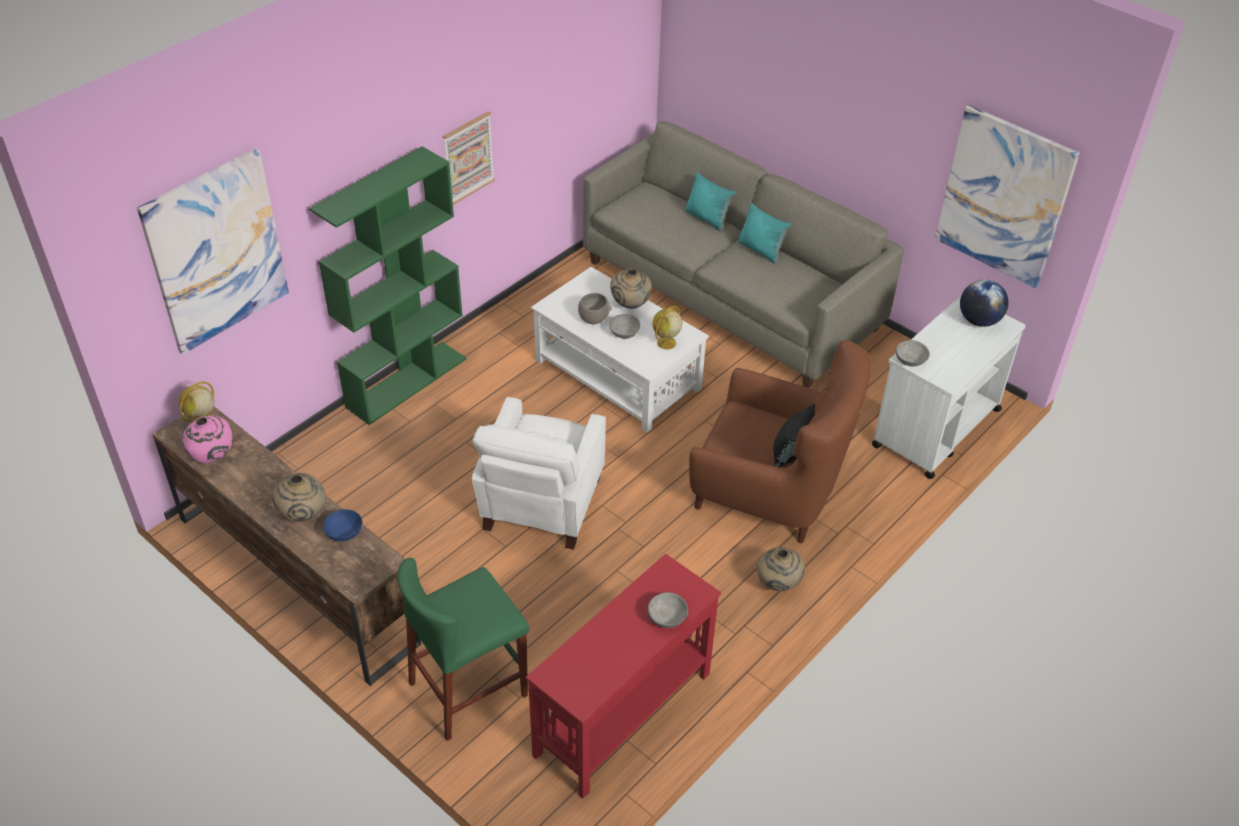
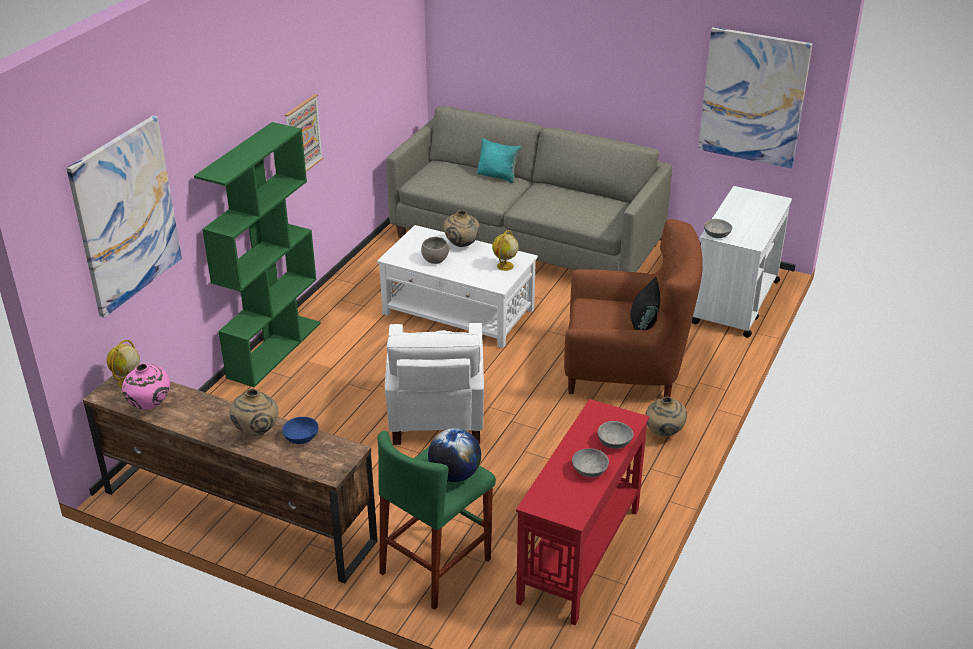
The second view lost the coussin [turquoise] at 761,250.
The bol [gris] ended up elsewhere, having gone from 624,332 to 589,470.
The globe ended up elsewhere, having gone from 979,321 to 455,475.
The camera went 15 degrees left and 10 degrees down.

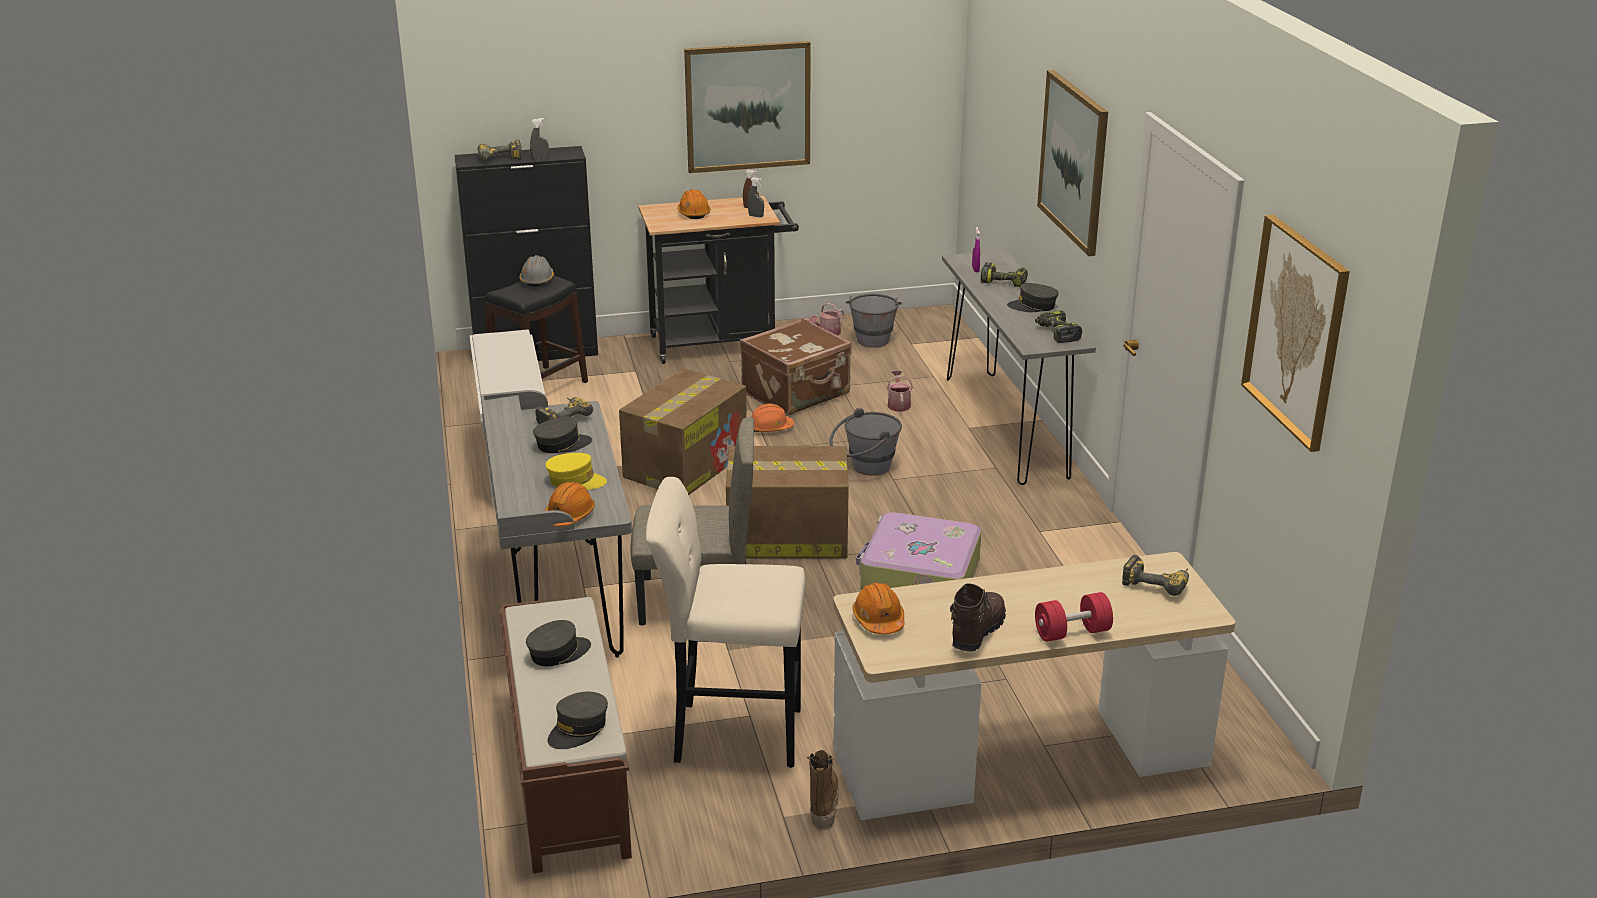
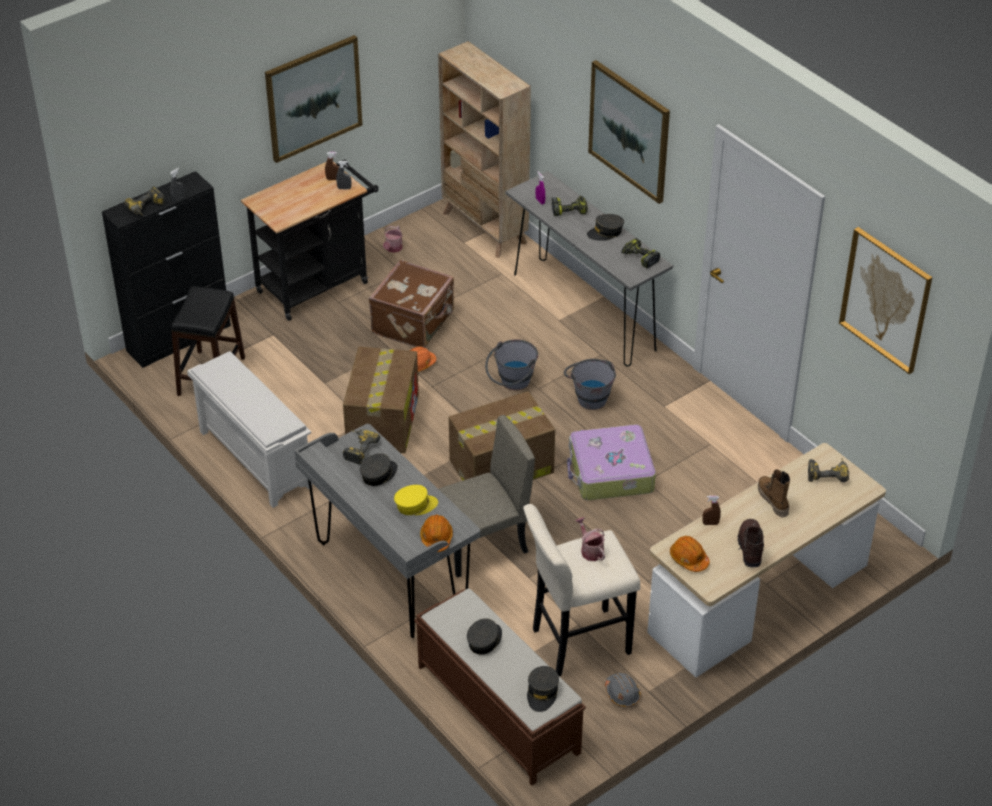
The second view lost the casque de chantier [orange] at 693,213.
The second view lost the haltère [rouge] at 1072,632.
The second view gained the bibliothèque [beige] at 484,228.
The second view gained the vaporisateur [marron] at 710,523.
The casque de chantier [gris] ended up elsewhere, having gone from 537,280 to 622,694.
The botte ended up elsewhere, having gone from 822,804 to 772,500.
The seau [gris] ended up elsewhere, having gone from 872,337 to 589,396.
The arrosoir ended up elsewhere, having gone from 898,404 to 590,550.
The camera went 25 degrees left and 15 degrees up.

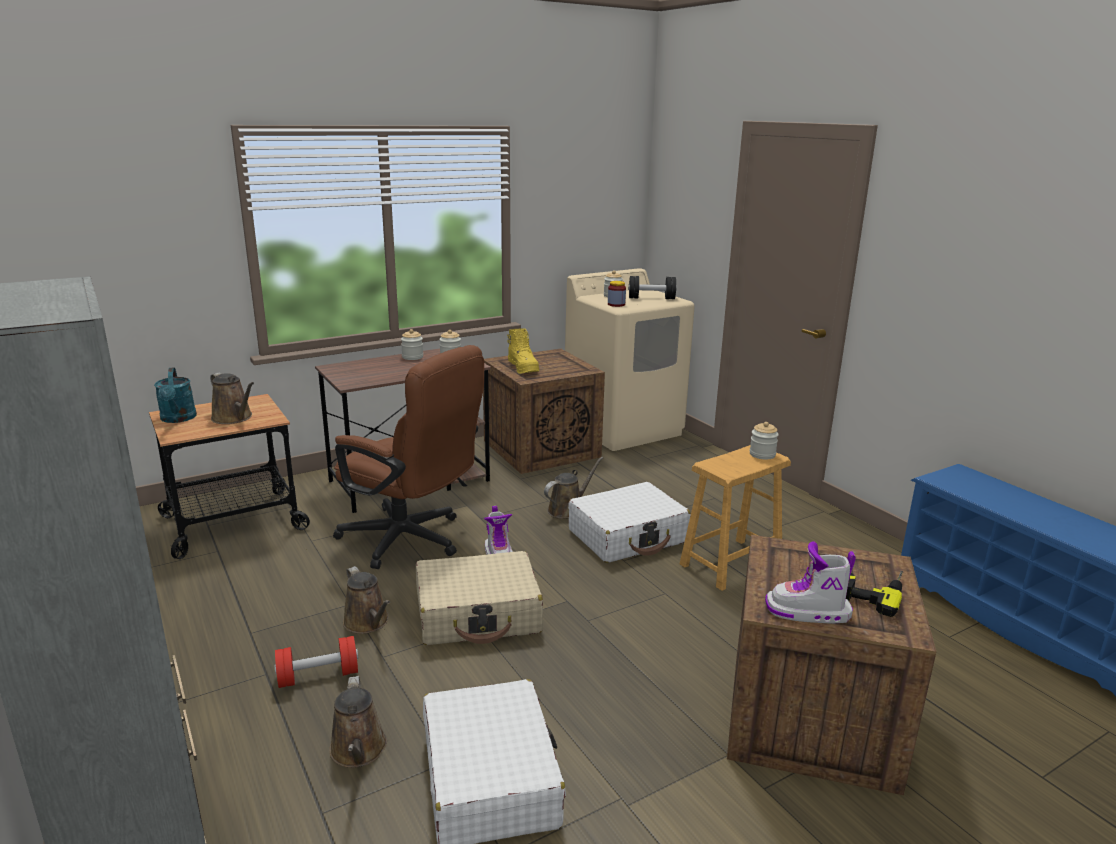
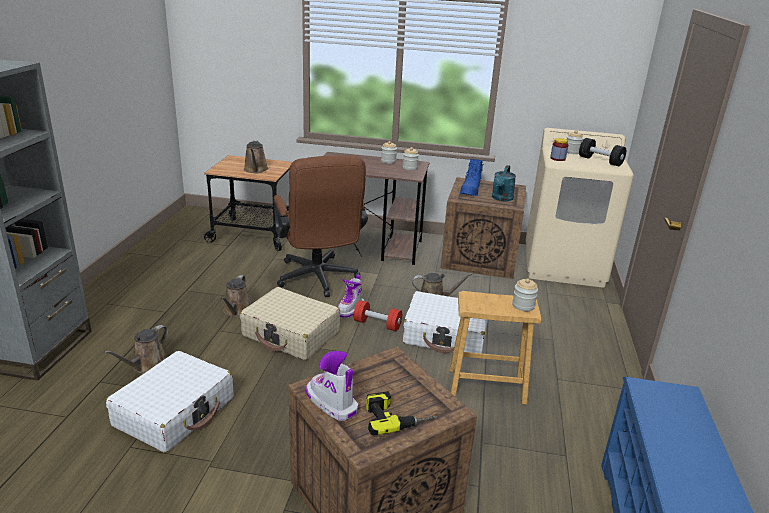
The arrosoir [turquoise] ended up elsewhere, having gone from 178,419 to 501,199.
The haltère [rouge] ended up elsewhere, having gone from 318,676 to 377,324.
What was the botte [jaune] at 523,368 turned into the botte [bleu] at 470,191.
The camera went 40 degrees right and 5 degrees up.

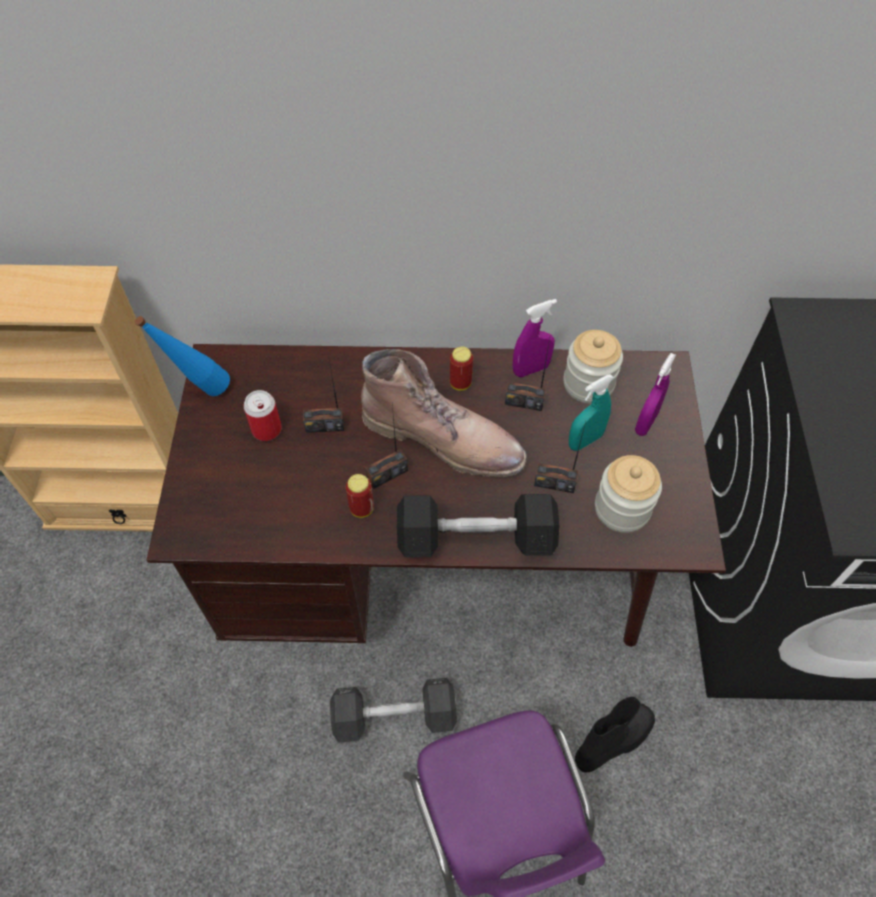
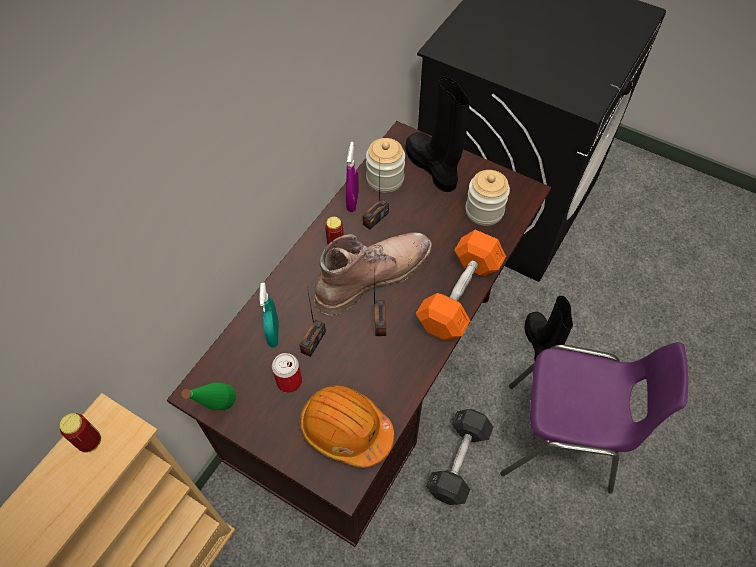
The second view lost the radio at 554,483.
The second view gained the casque de chantier [orange] at 346,429.
The boîte métallique ended up elsewhere, having gone from 362,508 to 90,441.
The vaporisateur [turquoise] ended up elsewhere, having gone from 585,440 to 273,334.
Where the vaporisateur [violet] stood at 646,423, the botte [noir] came to stand at 433,167.
What was the bouteille [bleu] at 200,391 turned into the bouteille [vert] at 219,413.
What was the haltère [noir] at 475,538 turned into the haltère [orange] at 459,295.
The camera went 60 degrees left and 0 degrees up.

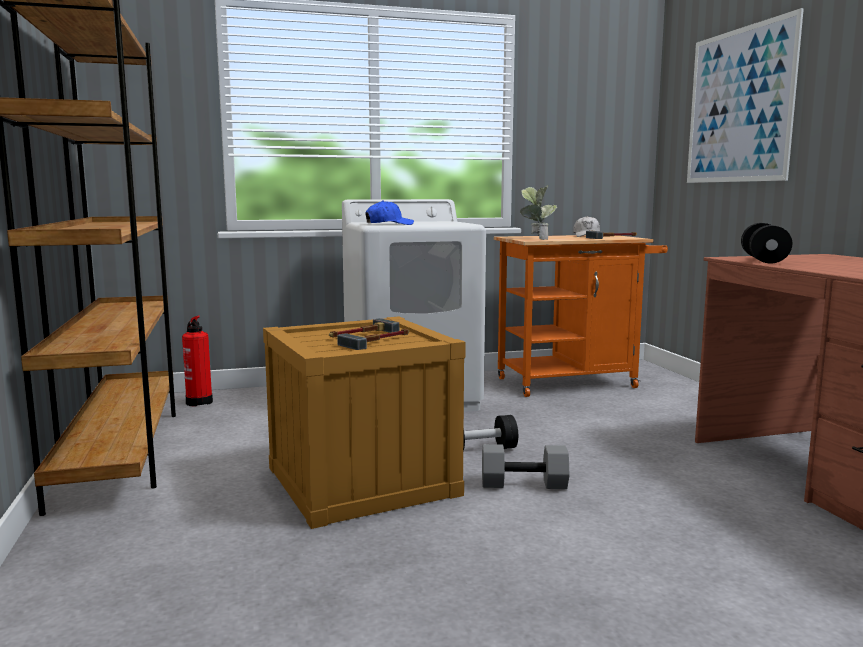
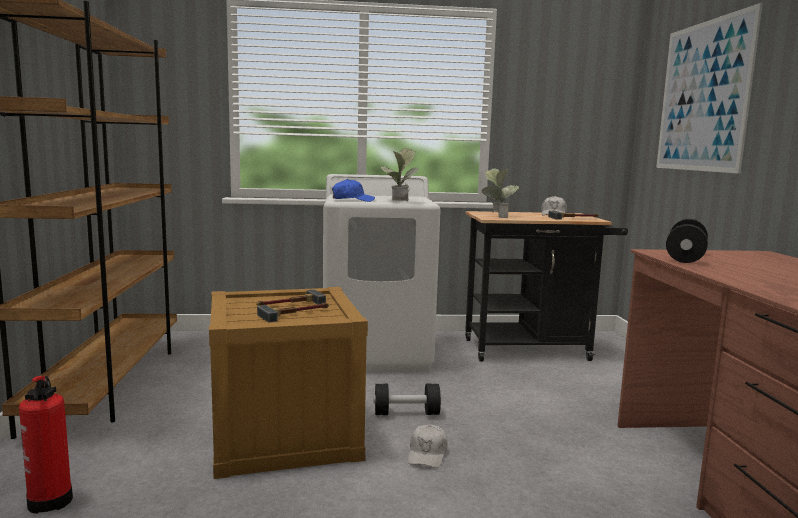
The second view gained the plante en pot at 398,201.
The extincteur ended up elsewhere, having gone from 199,401 to 51,499.
Where the haltère [gris] stood at 524,483, the casquette [blanc] came to stand at 427,454.
What was the chariot [orange] at 574,382 turned into the chariot [noir] at 534,349.
The camera went 10 degrees right and 0 degrees up.

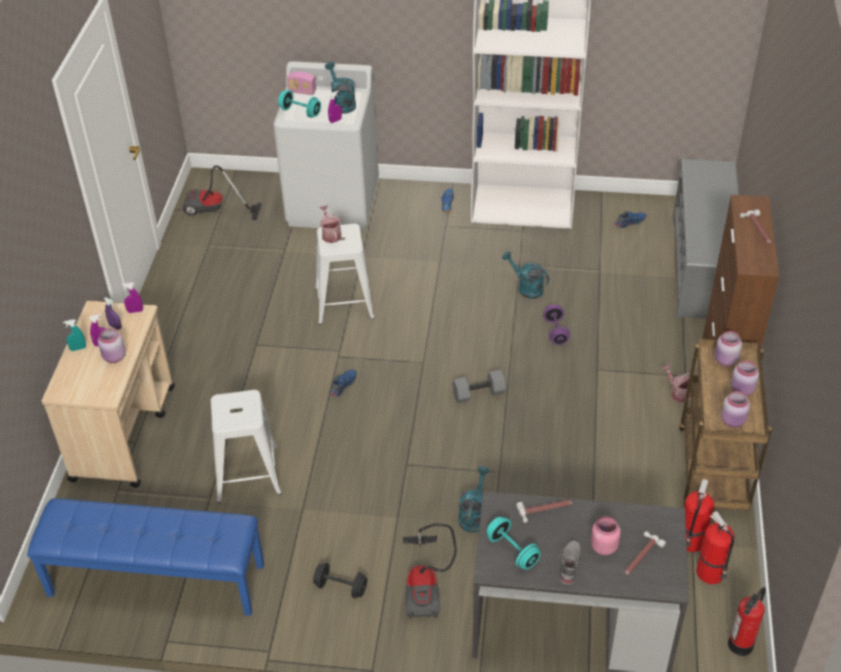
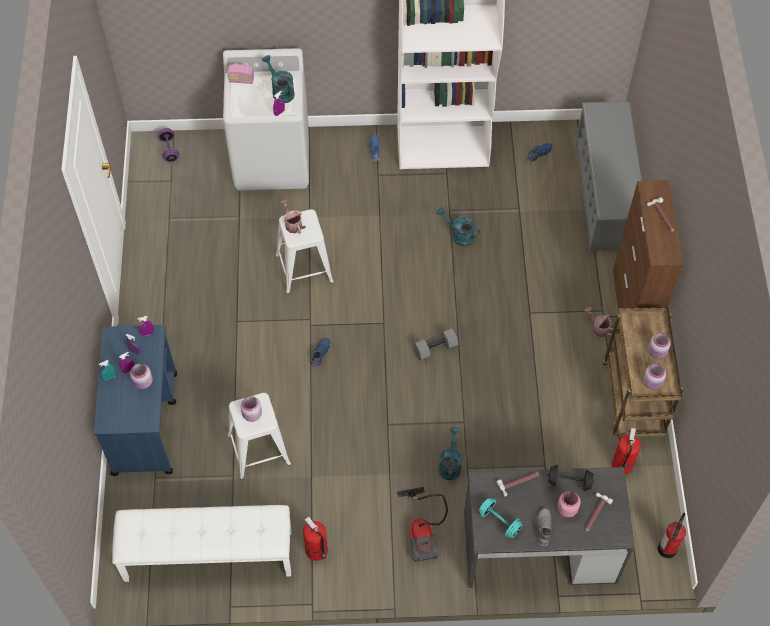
The second view lost the aspirateur at 214,211.
The second view lost the haltère [turquoise] at 300,112.
The haltère [noir] ended up elsewhere, having gone from 341,587 to 569,482.
The haltère [violet] ended up elsewhere, having gone from 556,332 to 169,150.
The extincteur ended up elsewhere, having gone from 711,573 to 317,551.
The bocal [rose] ended up elsewhere, having gone from 725,360 to 252,415.
What was the banc [bleu] at 155,580 turned into the banc [blanc] at 208,556.
What was the chariot [beige] at 124,432 turned into the chariot [bleu] at 145,422.
The camera went 10 degrees left and 15 degrees up.

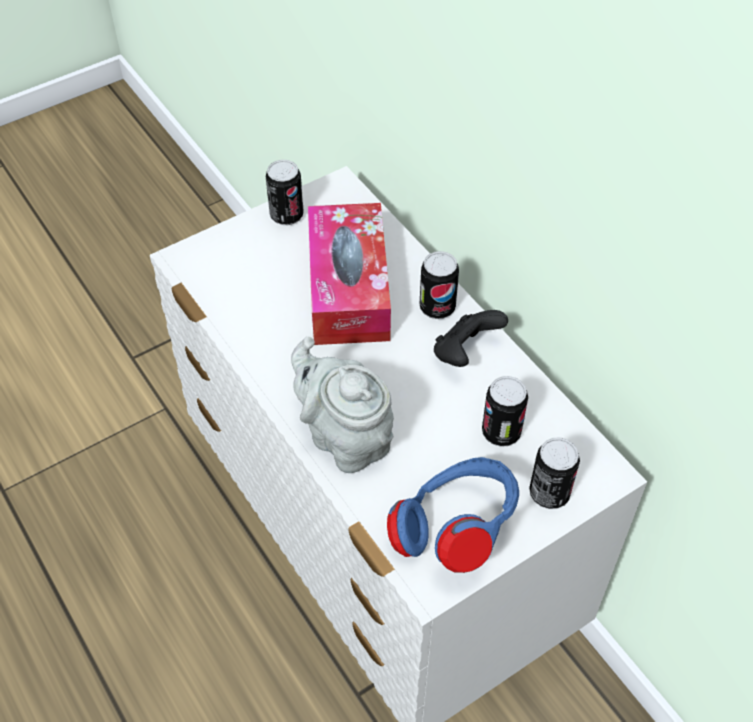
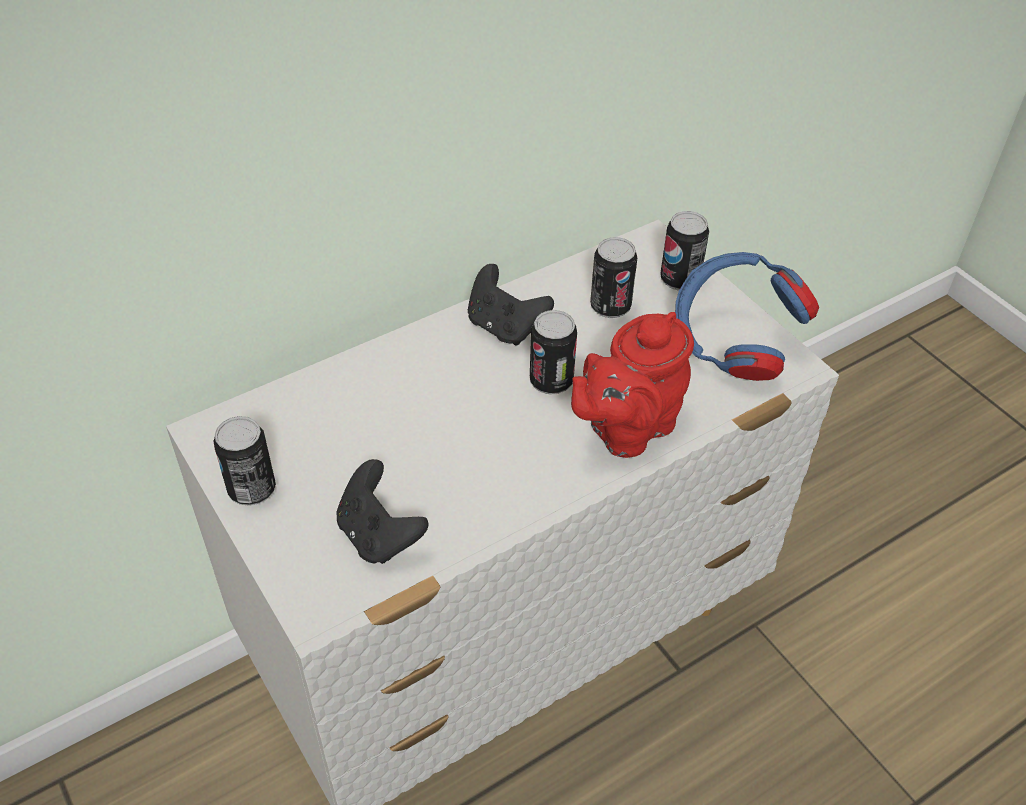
The second view lost the boîte à mouchoirs at 348,288.
The second view gained the manette [noir] at 379,535.
The boîte métallique ended up elsewhere, having gone from 437,307 to 551,381.
What was the théière [gris] at 345,438 turned into the théière [rouge] at 626,429.
The camera went 90 degrees left and 5 degrees down.

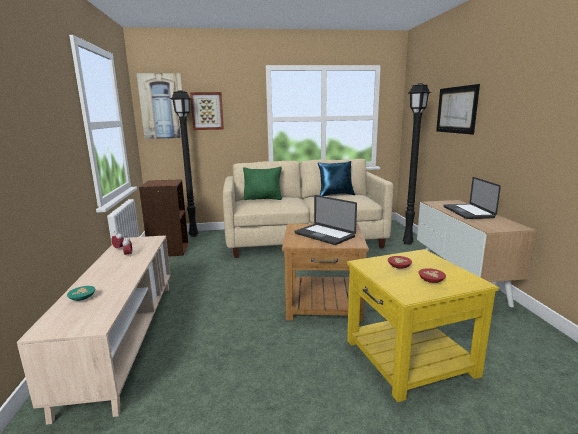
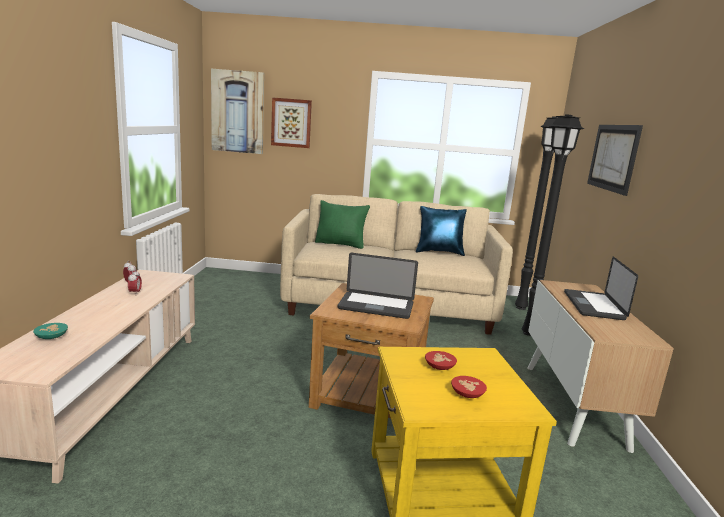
The second view lost the bibliothèque [marron] at 168,250.
The lampadaire [noir] ended up elsewhere, having gone from 193,235 to 520,307.
The ordinateur portable at 324,235 ended up facing another way, 45 degrees counterclockwise from before.
The camera went 10 degrees right and 0 degrees up.

